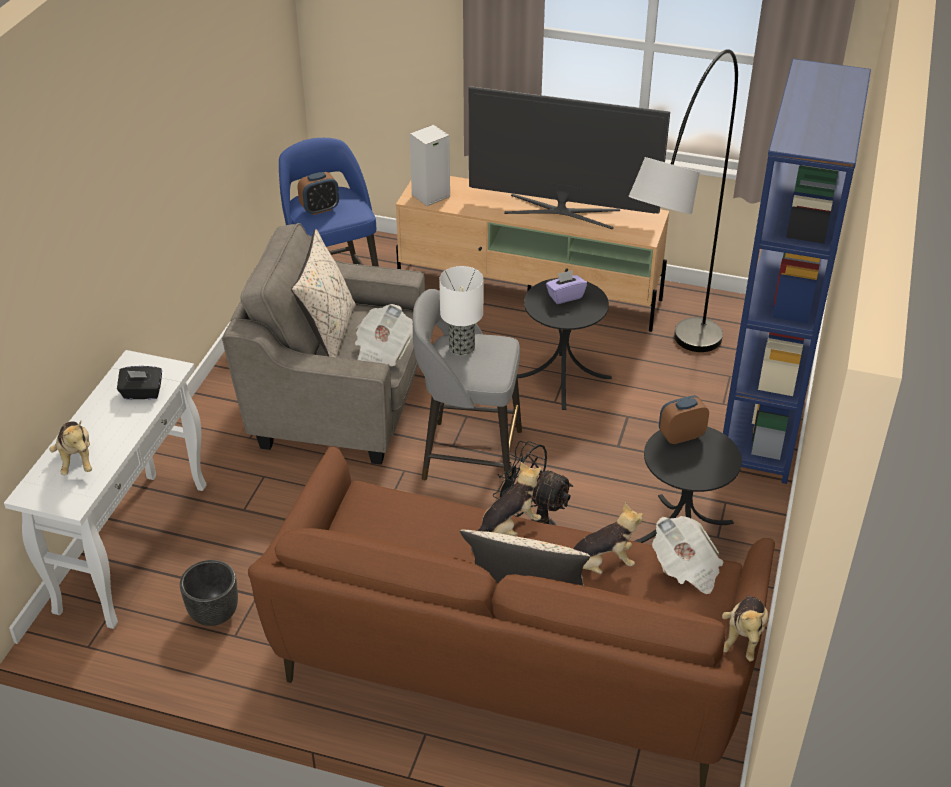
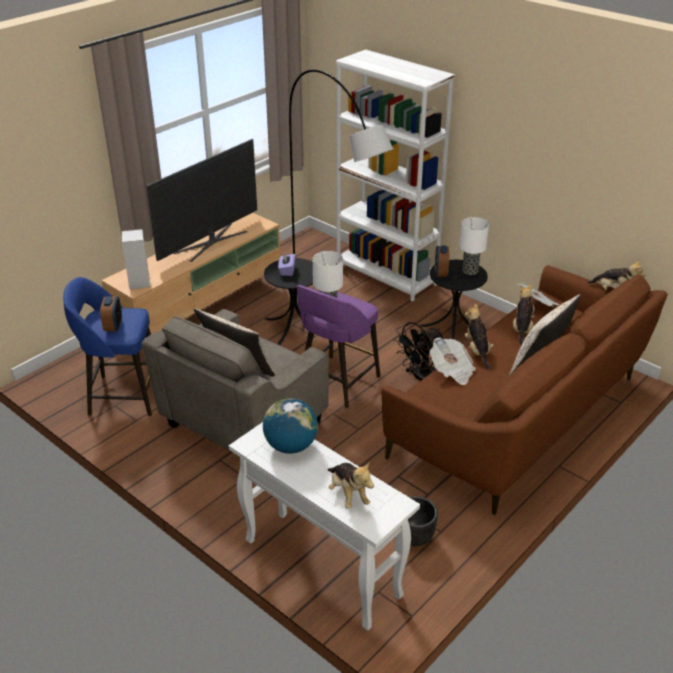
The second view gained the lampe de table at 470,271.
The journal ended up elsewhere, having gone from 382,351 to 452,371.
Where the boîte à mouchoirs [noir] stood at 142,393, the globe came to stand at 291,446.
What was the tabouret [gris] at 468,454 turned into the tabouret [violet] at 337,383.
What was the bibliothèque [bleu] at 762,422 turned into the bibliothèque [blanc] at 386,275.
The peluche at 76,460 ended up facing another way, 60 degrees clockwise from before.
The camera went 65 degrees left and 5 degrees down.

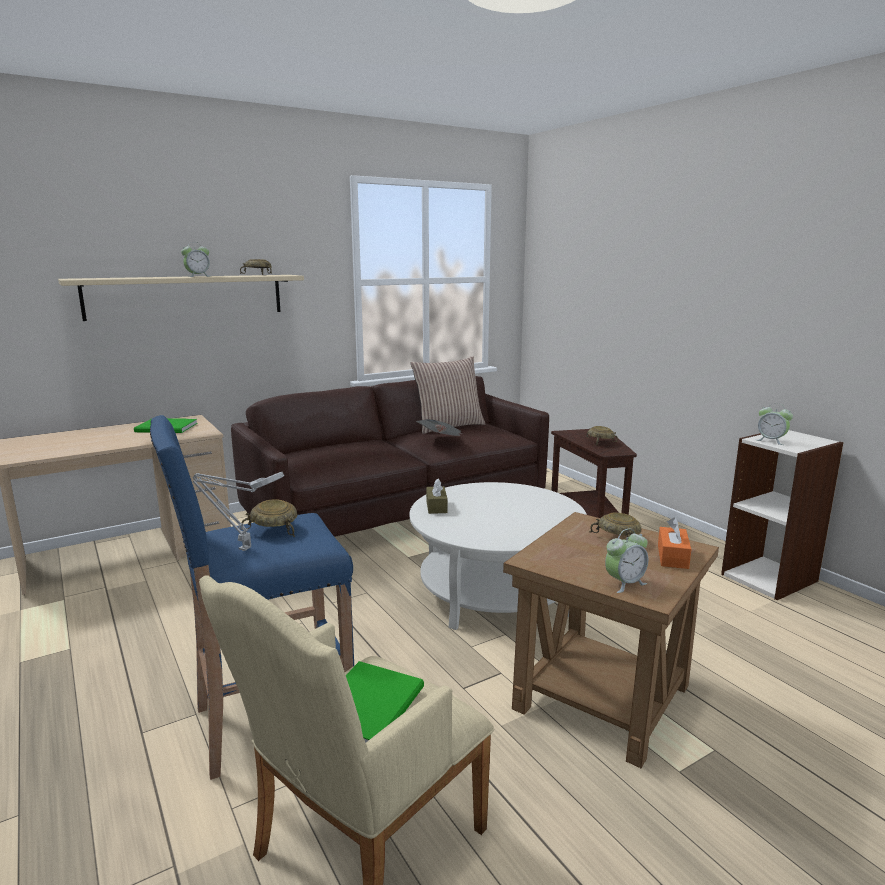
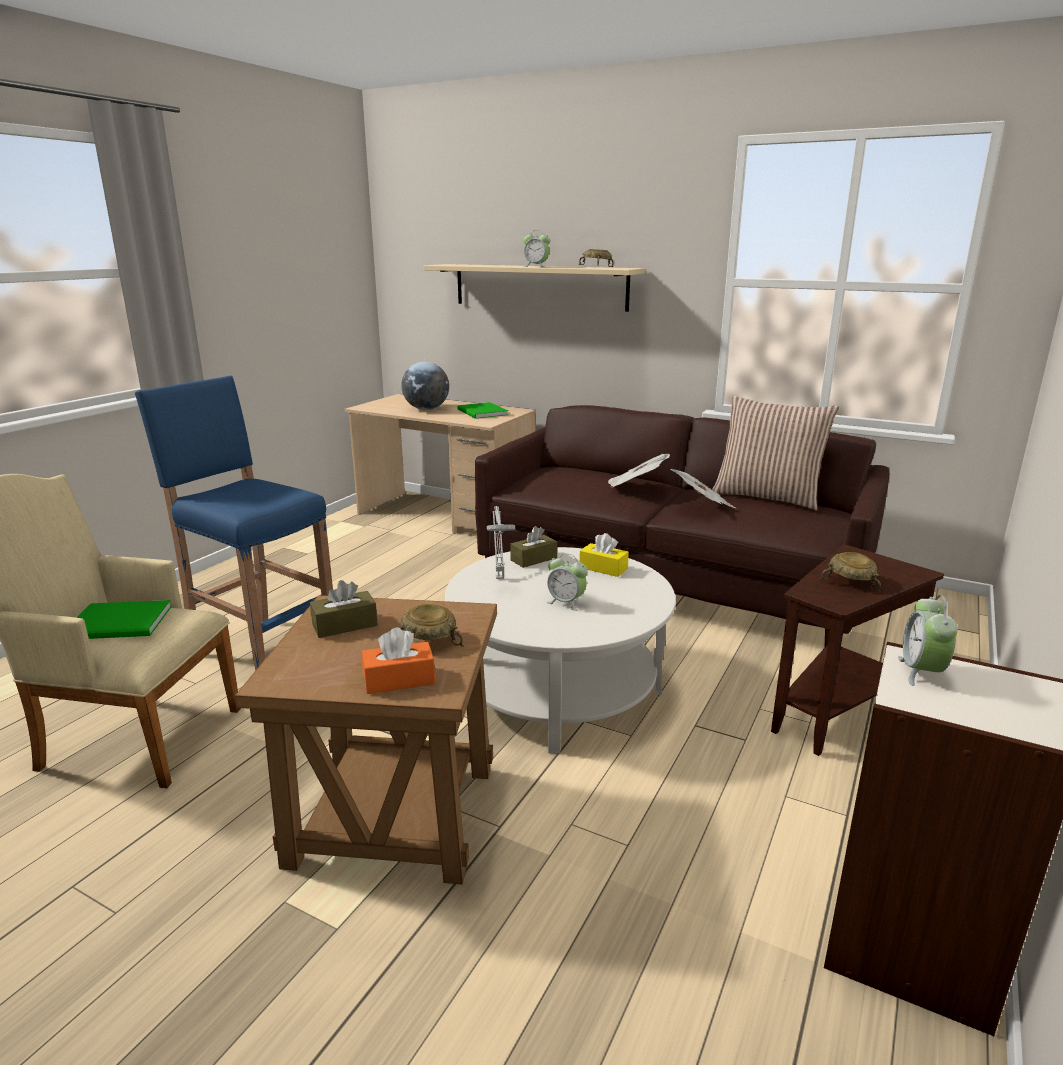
The second view lost the bol [beige] at 273,528.
The second view gained the boîte à mouchoirs [marron] at 345,625.
The second view gained the globe at 426,409.
The second view gained the boîte à mouchoirs [jaune] at 603,568.
The second view gained the journal at 635,486.
The lampe de table [gris] ended up elsewhere, having gone from 242,548 to 499,577.
The réveil ended up elsewhere, having gone from 624,583 to 566,603.
The camera went 60 degrees right and 5 degrees up.

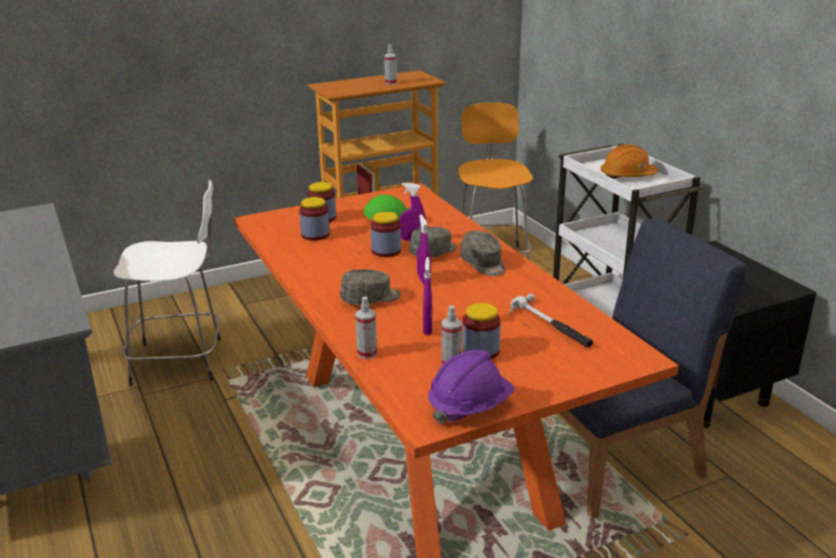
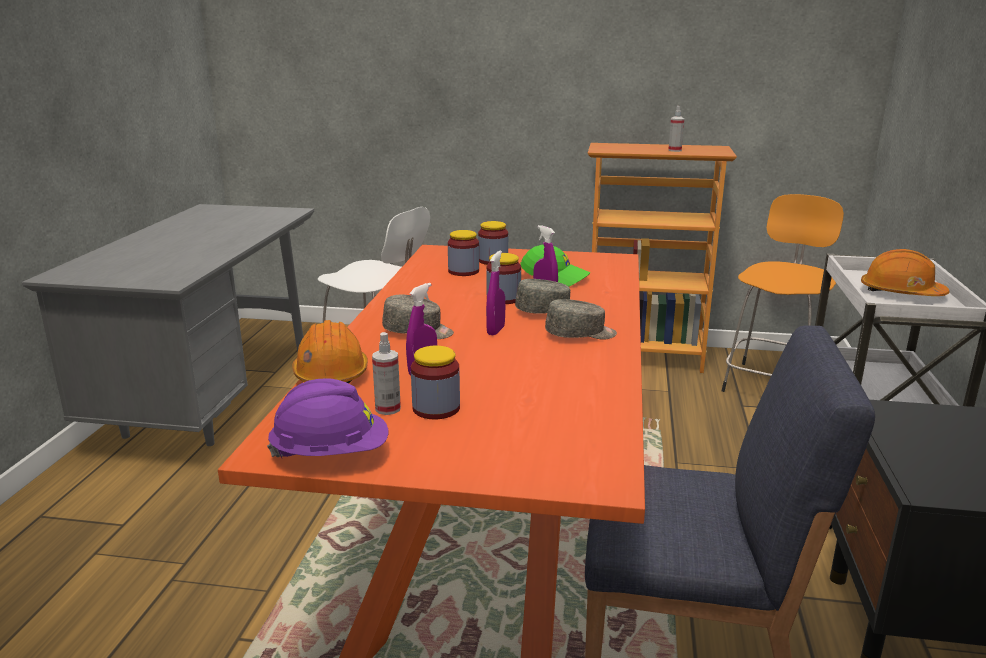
The second view lost the marteau at 550,325.
Where the vaporisateur stood at 367,353, the casque de chantier [orange] came to stand at 331,373.
The casquette [gris] at 483,264 ended up facing another way, 105 degrees counterclockwise from before.
The camera went 35 degrees right and 5 degrees down.

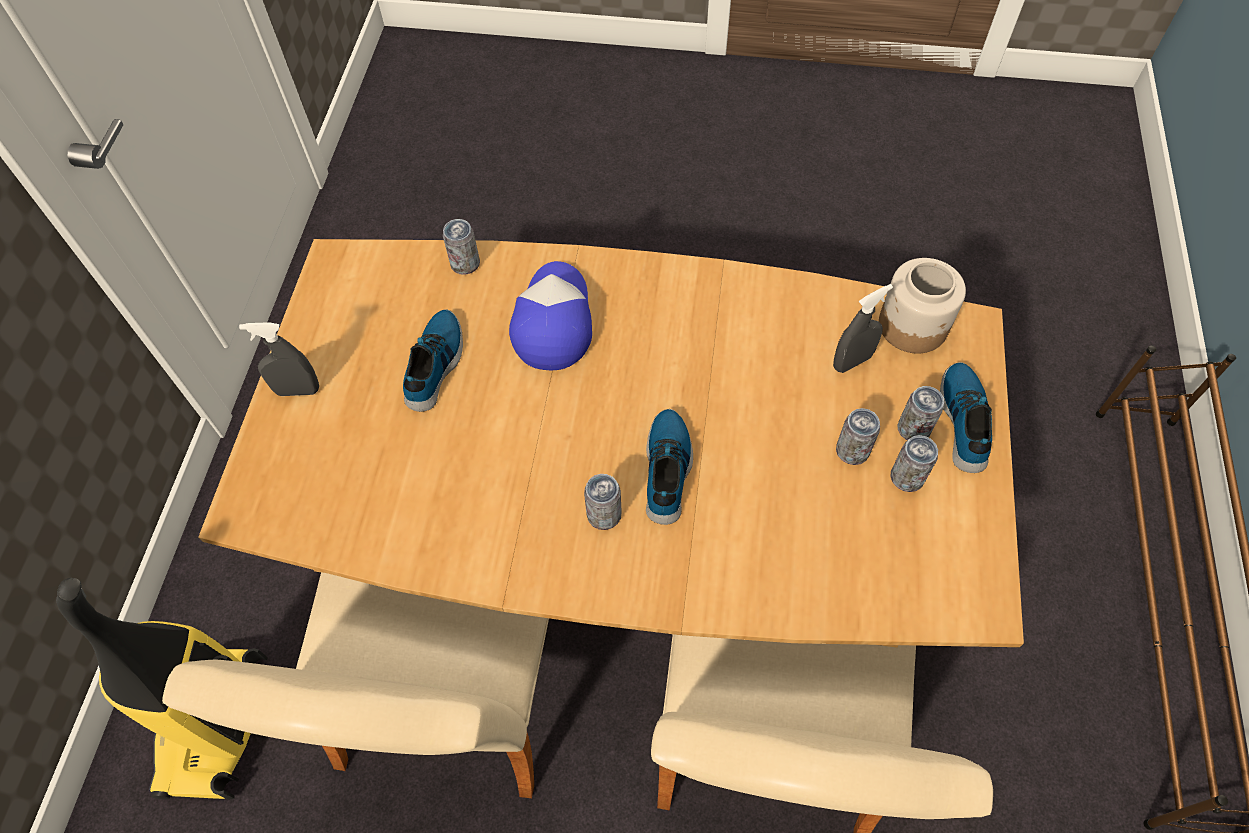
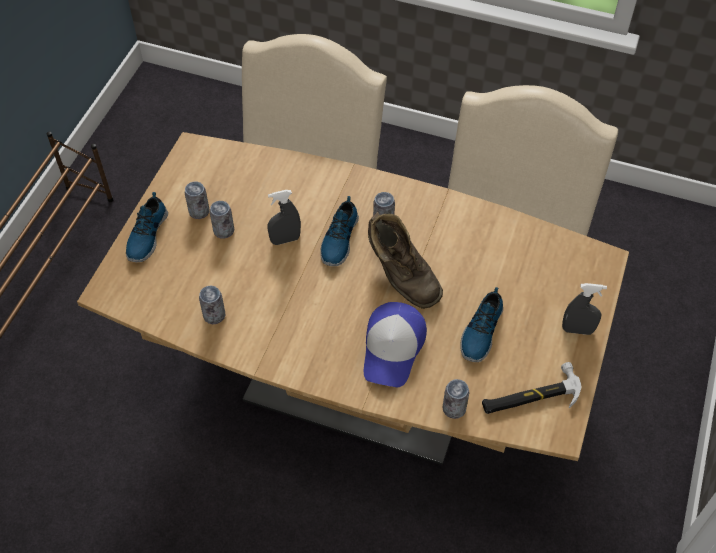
The second view lost the aspirateur at 217,726.
The second view lost the bocal at 913,326.
The second view gained the botte [marron] at 400,277.
The second view gained the marteau at 530,396.
The vaporisateur [gris] ended up elsewhere, having gone from 852,362 to 285,240.
The boîte métallique ended up elsewhere, having gone from 913,429 to 214,315.
The camera went 170 degrees left and 5 degrees down.

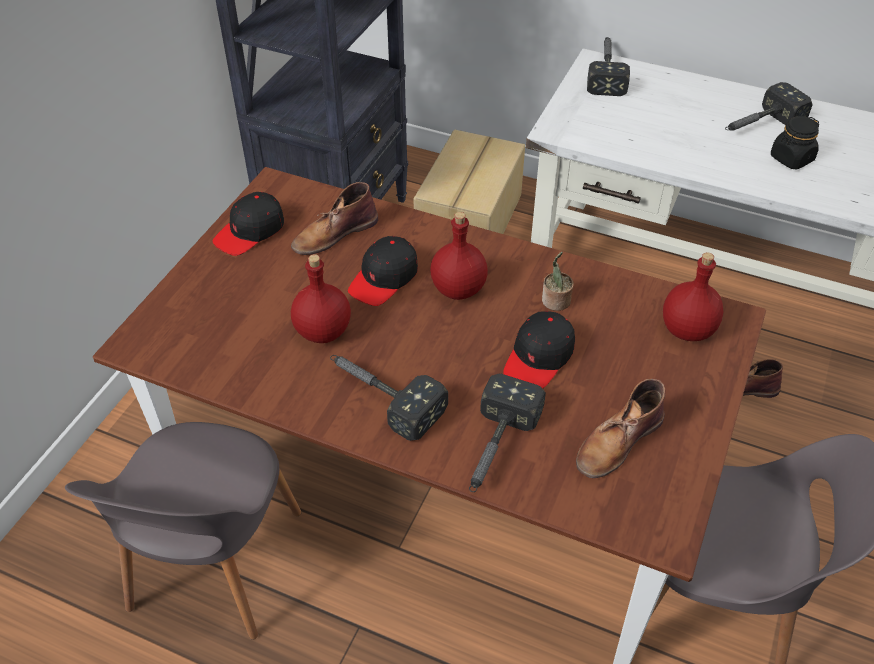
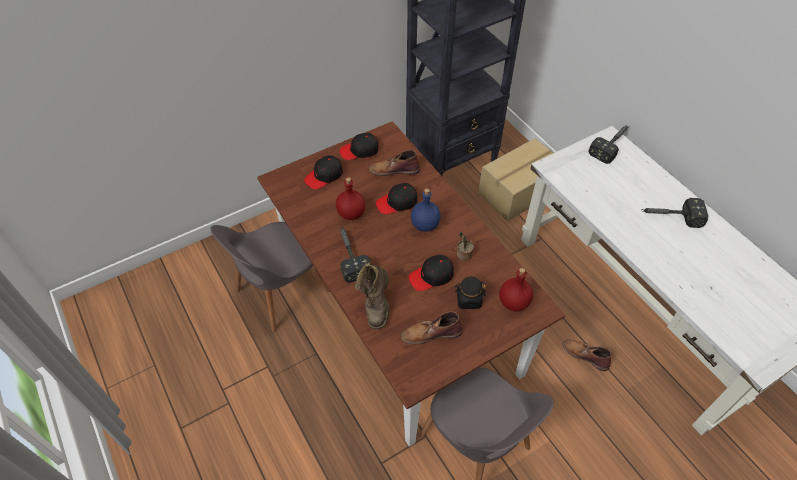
The second view gained the casquette [noir] at 324,176.
The bocal [noir] ended up elsewhere, having gone from 791,159 to 468,300.
Where the marteau stood at 495,449, the botte [marron] came to stand at 376,305.
What was the bouteille [rouge] at 458,288 turned into the bouteille [bleu] at 425,224.
The camera went 35 degrees right and 5 degrees up.

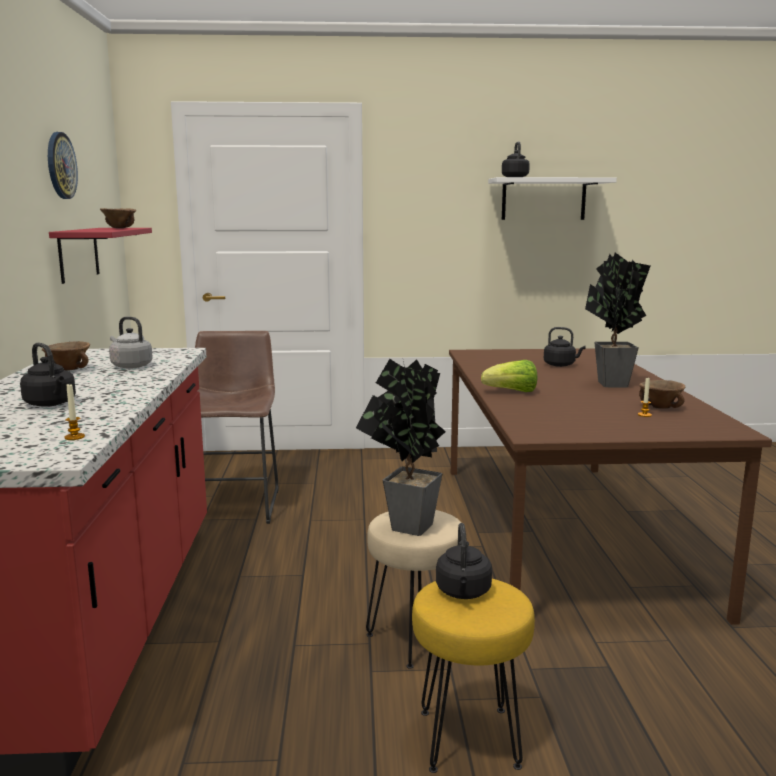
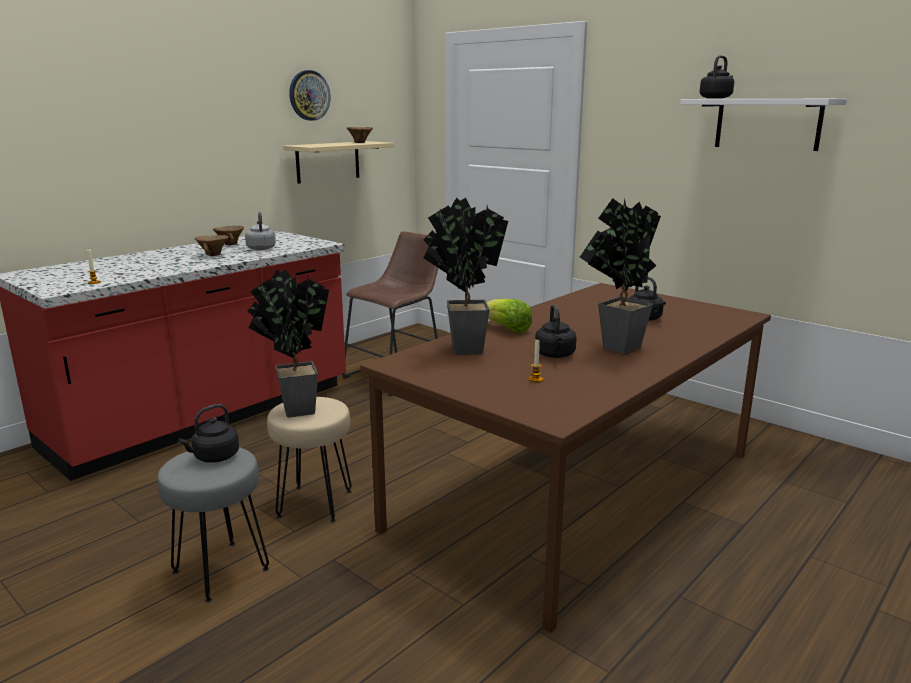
The second view gained the plante en pot at 461,348.
The bouilloire [noir] ended up elsewhere, having gone from 51,404 to 555,355.
The bol [marron] ended up elsewhere, having gone from 661,407 to 213,255.
What was the étagère [rouge] at 78,254 turned into the étagère [beige] at 328,162.
What was the tabouret [jaune] at 467,738 turned into the tabouret [gris] at 221,569.
The camera went 45 degrees right and 5 degrees up.

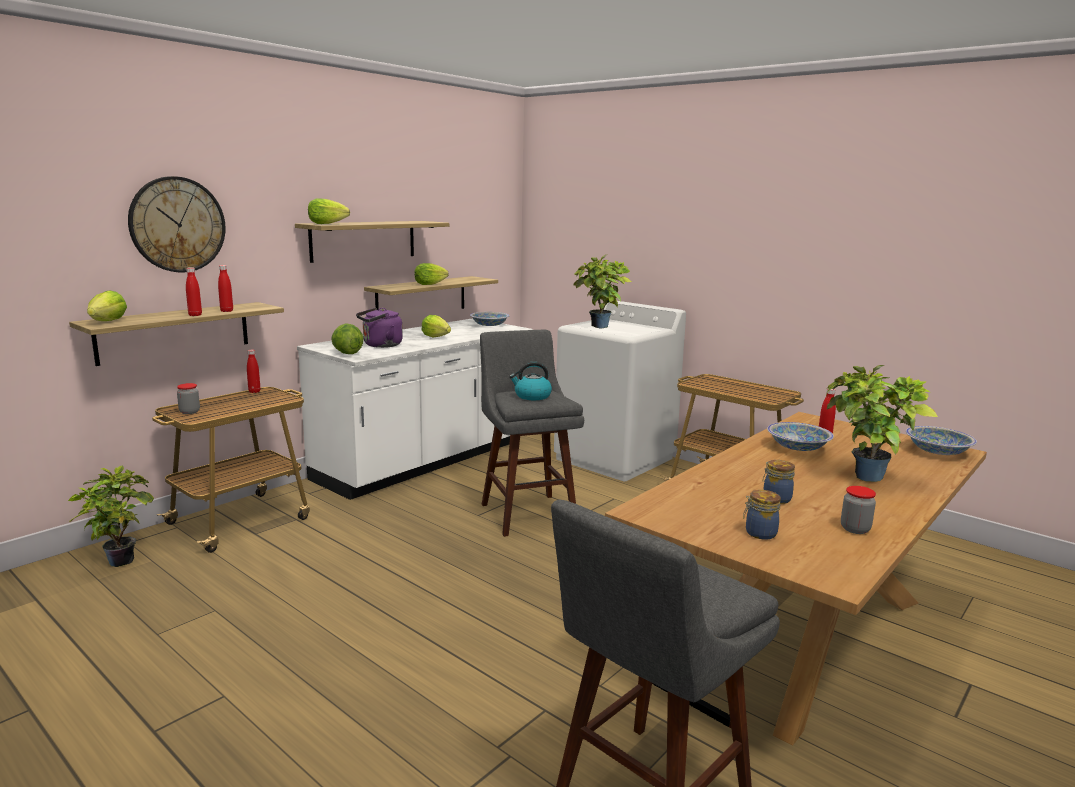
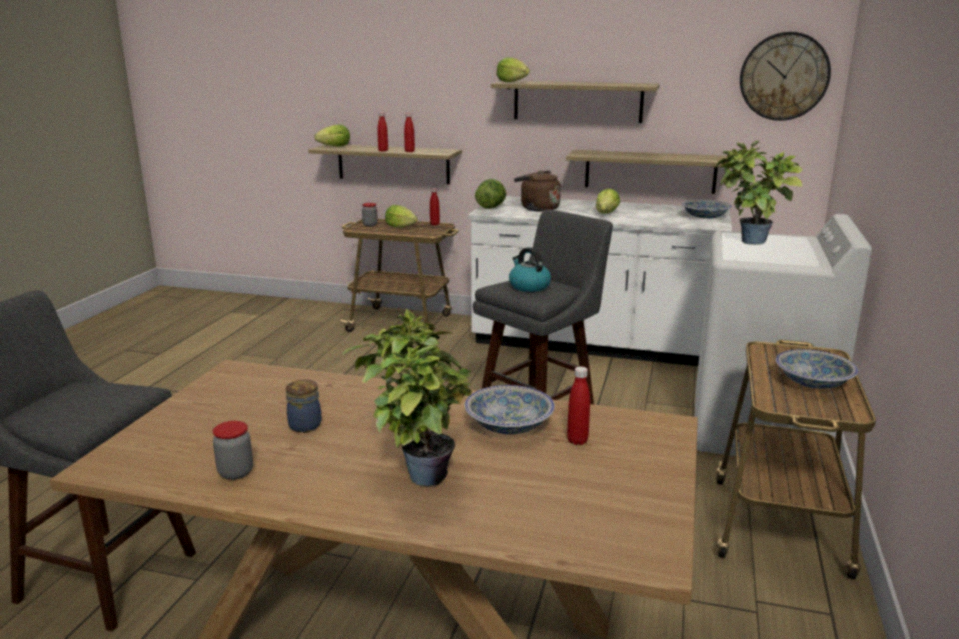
The second view lost the plante en pot at 119,560.
The second view lost the bocal at 759,533.
The horloge murale ended up elsewhere, having gone from 177,224 to 784,76.
The laitue ended up elsewhere, having gone from 429,284 to 400,227.
The bol ended up elsewhere, having gone from 938,451 to 813,383.
What was the bouilloire [violet] at 380,345 turned into the bouilloire [marron] at 537,208.
The camera went 65 degrees right and 5 degrees up.

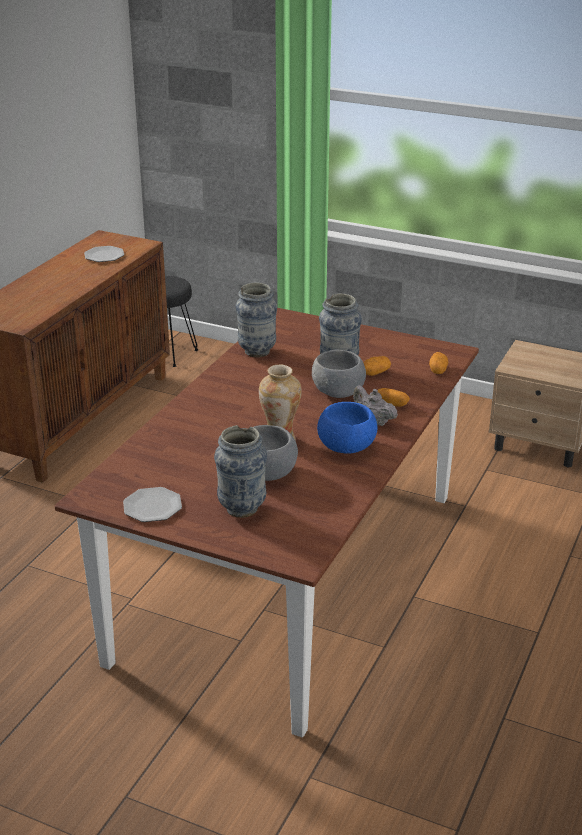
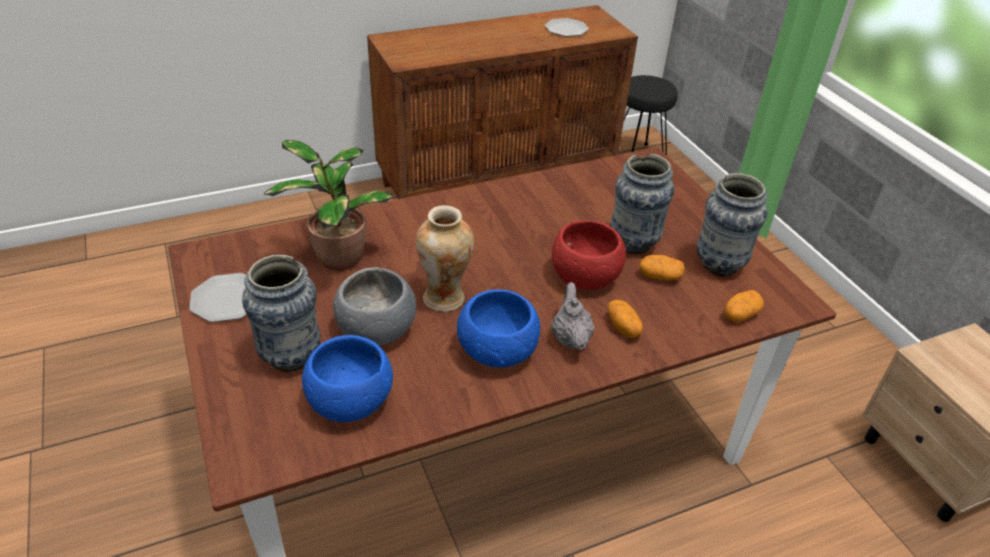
The second view gained the plante en pot at 337,257.
The second view gained the bol [bleu] at 350,401.
The vase ended up elsewhere, having gone from 257,352 to 719,265.
What was the bol [gris] at 338,391 turned into the bol [rouge] at 585,276.
The camera went 40 degrees right and 10 degrees up.

